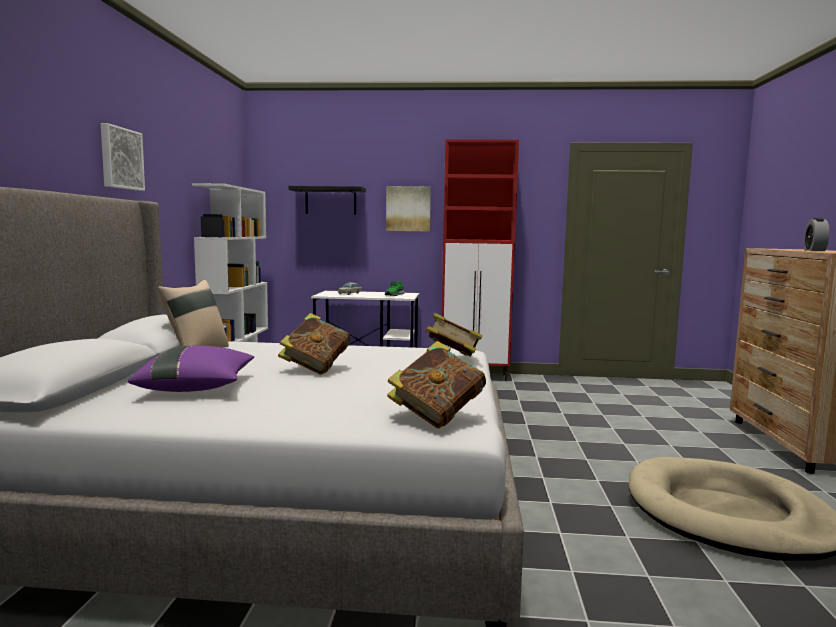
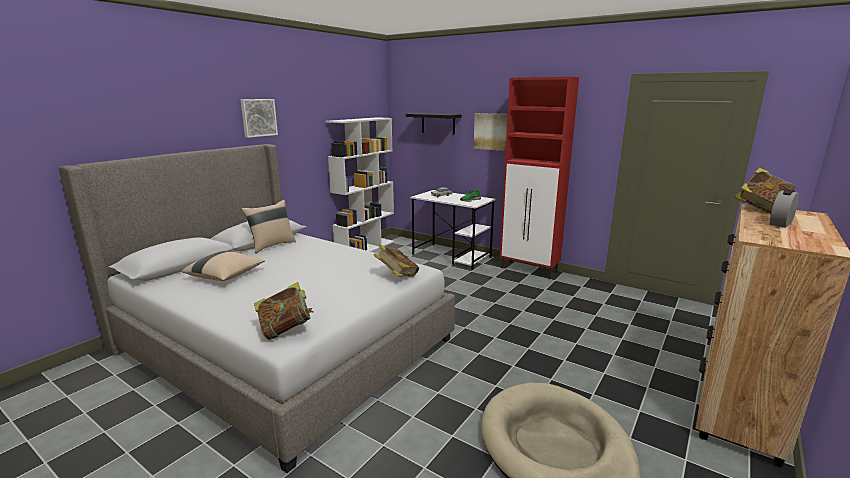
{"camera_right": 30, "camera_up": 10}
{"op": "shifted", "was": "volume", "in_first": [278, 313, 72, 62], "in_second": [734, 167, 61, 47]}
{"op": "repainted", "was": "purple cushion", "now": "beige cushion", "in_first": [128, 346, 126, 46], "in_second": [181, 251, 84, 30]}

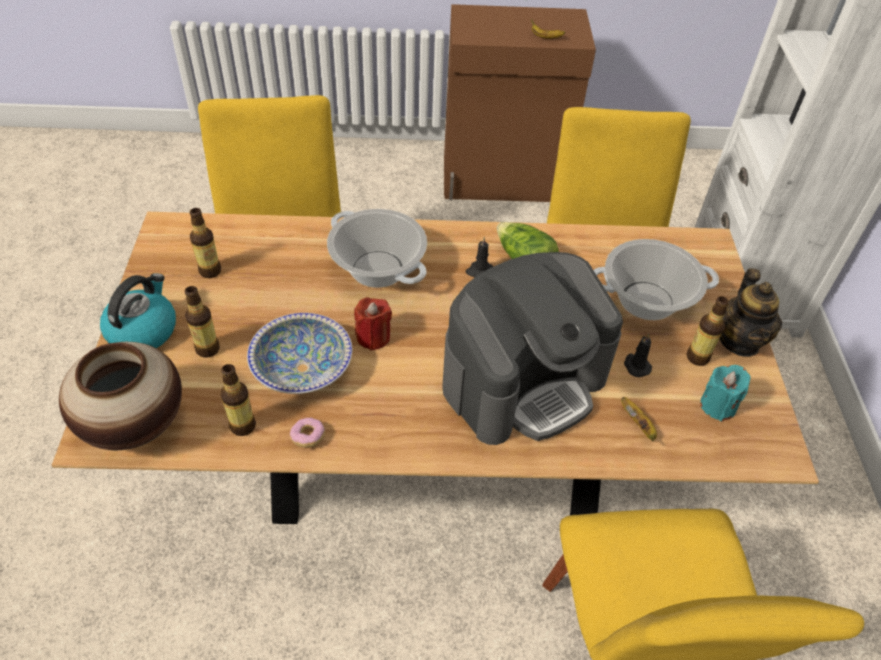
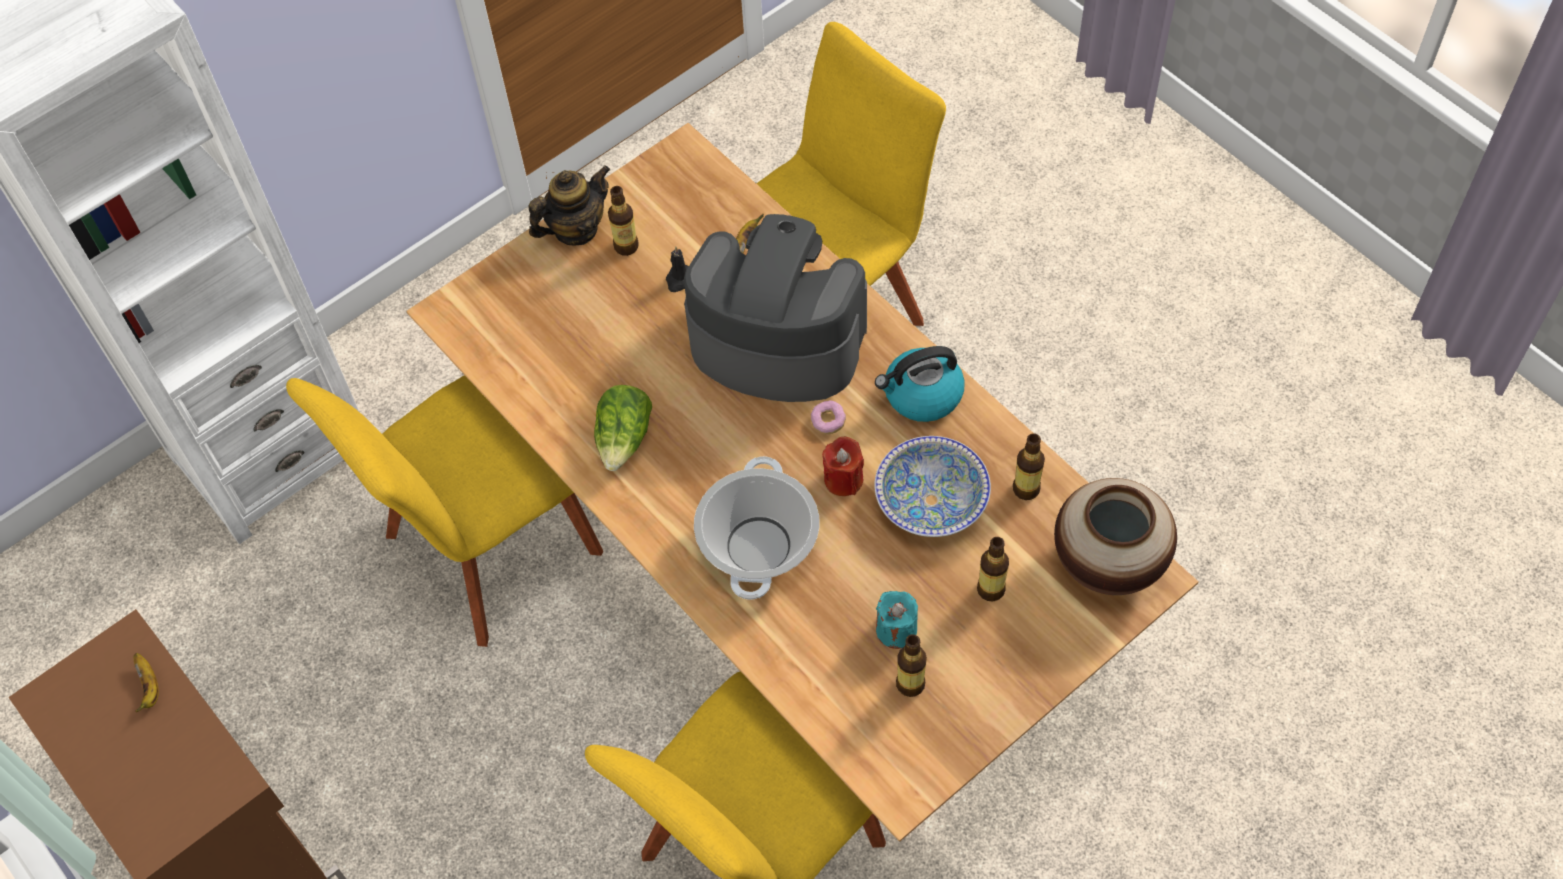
{"camera_right": -125, "camera_up": 10}
{"op": "gone", "was": "black-coloured wax candle", "in_first": [466, 237, 27, 40]}
{"op": "gone", "was": "stockpot", "in_first": [594, 239, 125, 81]}
{"op": "shifted", "was": "tea kettle", "in_first": [100, 273, 76, 75], "in_second": [875, 346, 90, 76]}
{"op": "shifted", "was": "doughnut", "in_first": [290, 418, 35, 30], "in_second": [810, 400, 36, 34]}
{"op": "shifted", "was": "turquoise wax candle", "in_first": [700, 365, 51, 57], "in_second": [876, 591, 42, 58]}

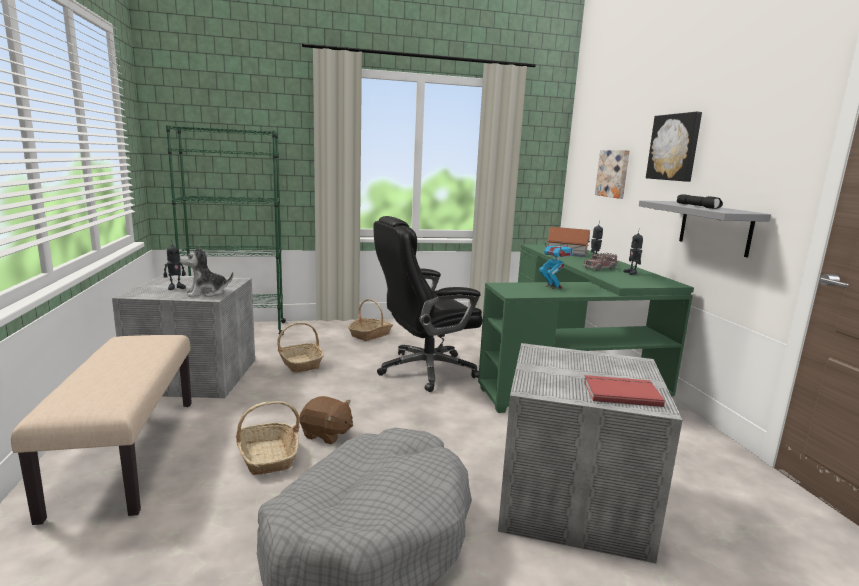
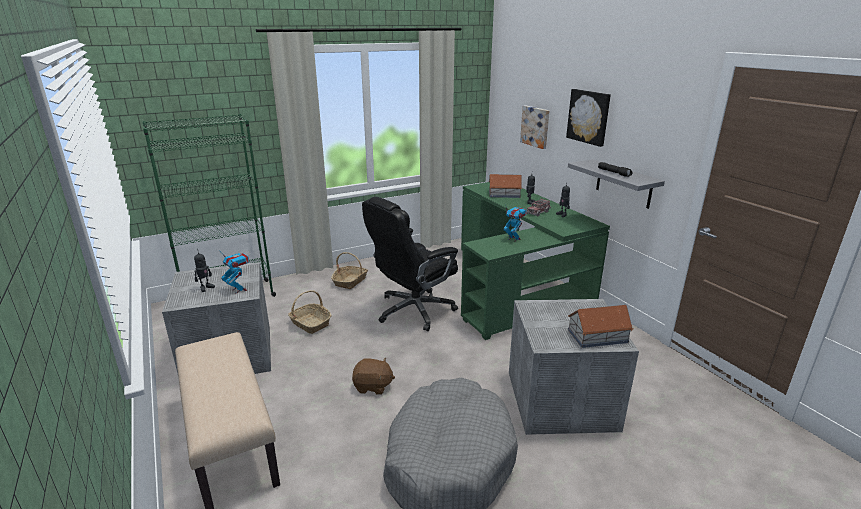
{"camera_right": -15, "camera_up": 10}
{"op": "gone", "was": "storage basket", "in_first": [236, 401, 64, 74]}
{"op": "swapped", "was": "soft toy", "now": "model robot", "in_first": [180, 245, 53, 52], "in_second": [221, 253, 28, 40]}
{"op": "swapped", "was": "red-coloured volume", "now": "model house", "in_first": [584, 375, 81, 32], "in_second": [568, 305, 66, 43]}

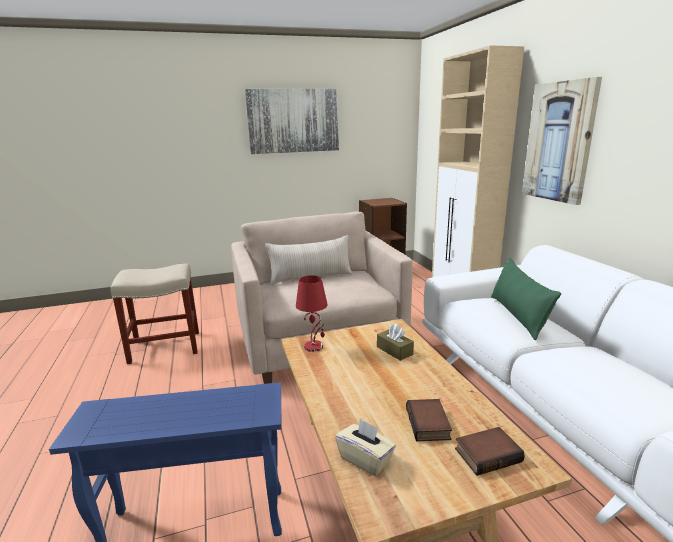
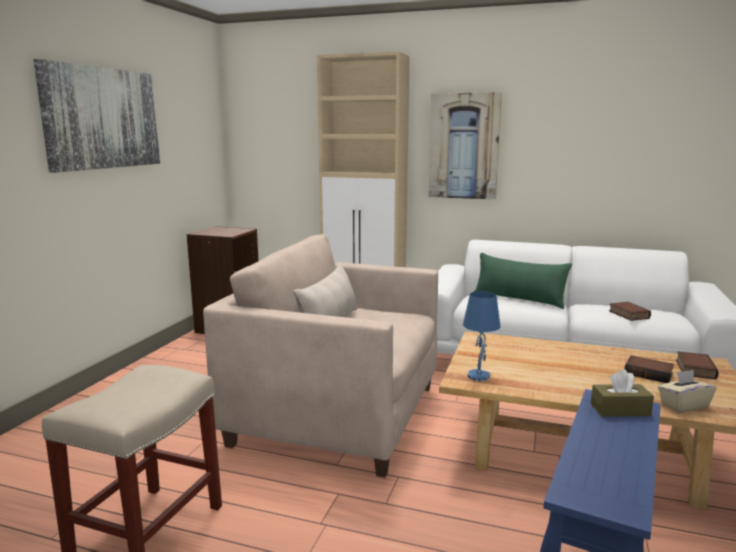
{"camera_right": -55, "camera_up": -5}
{"op": "new", "now": "volume", "in_second": [609, 302, 42, 19]}
{"op": "shifted", "was": "brownish box of tissues", "in_first": [377, 324, 37, 37], "in_second": [591, 369, 63, 48]}
{"op": "repainted", "was": "red-coloured tabletop lamp", "now": "blue tabletop lamp", "in_first": [296, 275, 32, 77], "in_second": [463, 291, 38, 90]}

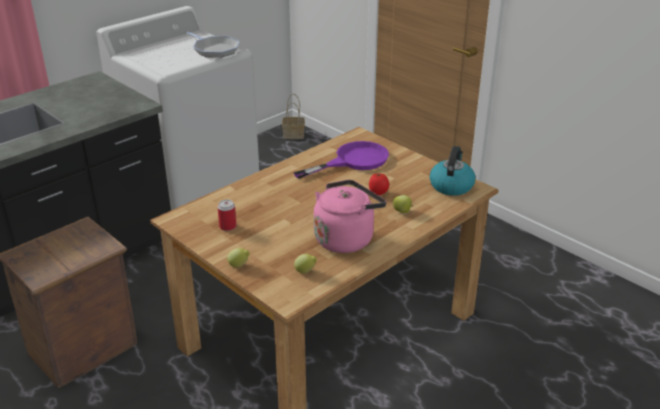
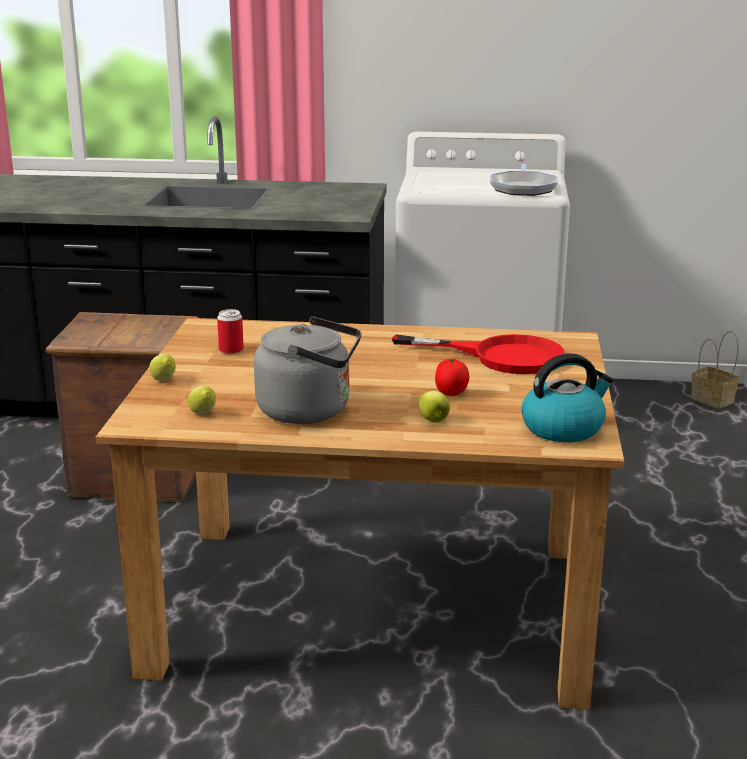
{"camera_right": 50, "camera_up": -10}
{"op": "repainted", "was": "purple skillet", "now": "red-coloured skillet", "in_first": [293, 141, 96, 38], "in_second": [392, 334, 172, 40]}
{"op": "repainted", "was": "pinkish tea kettle", "now": "gray tea kettle", "in_first": [314, 180, 72, 73], "in_second": [254, 317, 108, 107]}

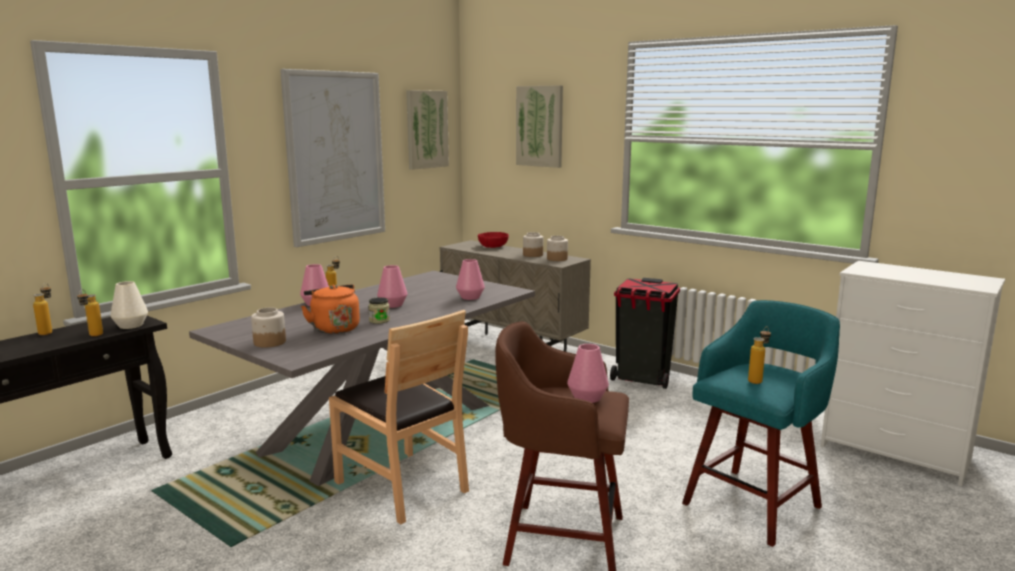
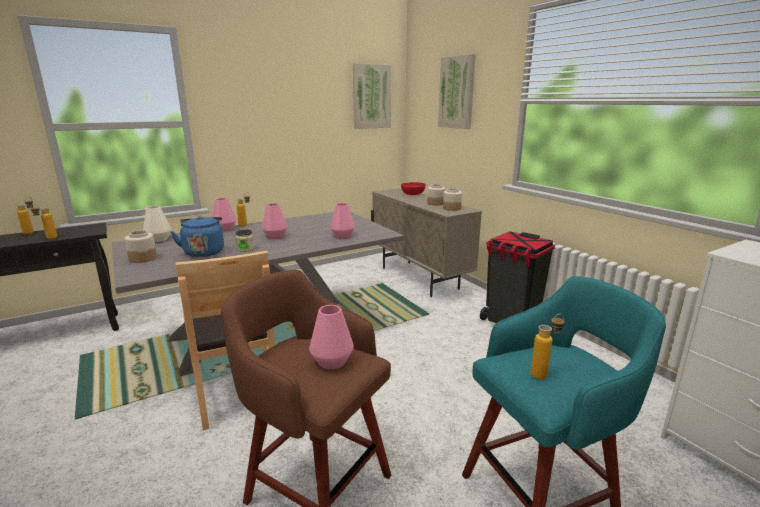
{"camera_right": 20, "camera_up": 5}
{"op": "gone", "was": "picture", "in_first": [280, 69, 105, 178]}
{"op": "shifted", "was": "whitish flower vase", "in_first": [110, 281, 38, 48], "in_second": [143, 206, 28, 36]}
{"op": "repainted", "was": "orange-coloured tea kettle", "now": "blue tea kettle", "in_first": [301, 284, 59, 50], "in_second": [170, 216, 54, 41]}

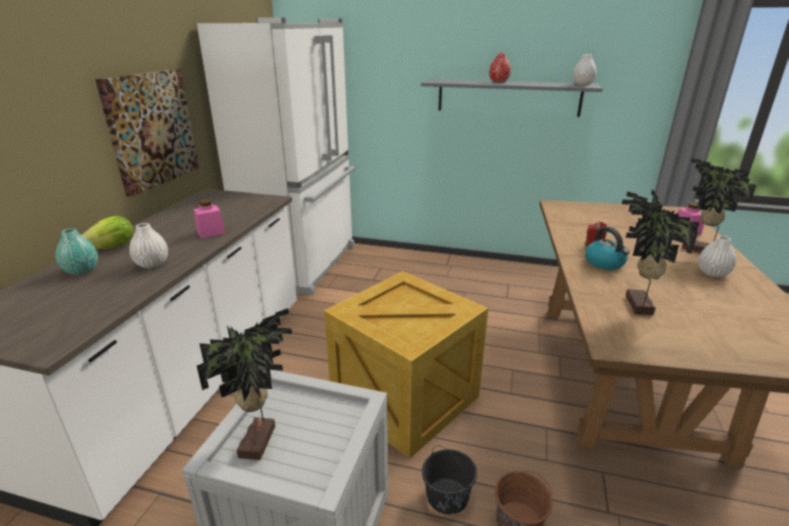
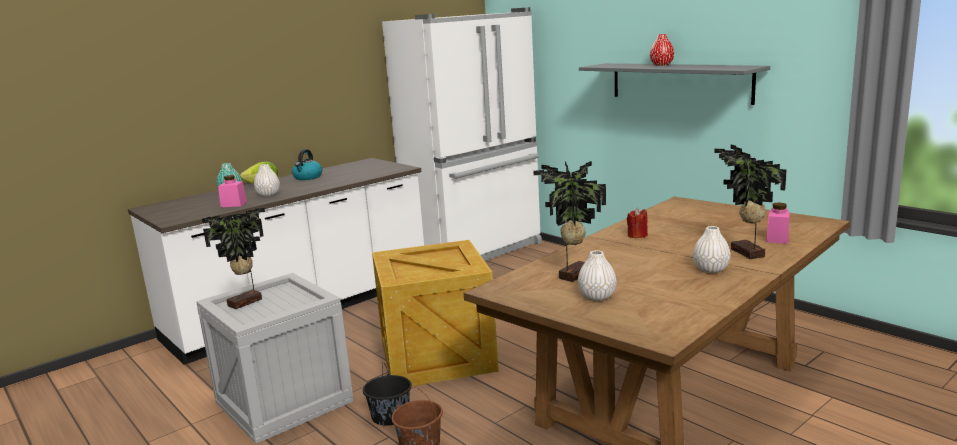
{"camera_right": 35, "camera_up": -10}
{"op": "gone", "was": "picture", "in_first": [95, 69, 104, 128]}
{"op": "shifted", "was": "pinkish storage jar", "in_first": [194, 199, 31, 39], "in_second": [218, 175, 29, 32]}
{"op": "shifted", "was": "whitish flower vase", "in_first": [572, 54, 24, 31], "in_second": [578, 250, 38, 51]}
{"op": "shifted", "was": "tea kettle", "in_first": [585, 227, 45, 43], "in_second": [292, 149, 30, 31]}

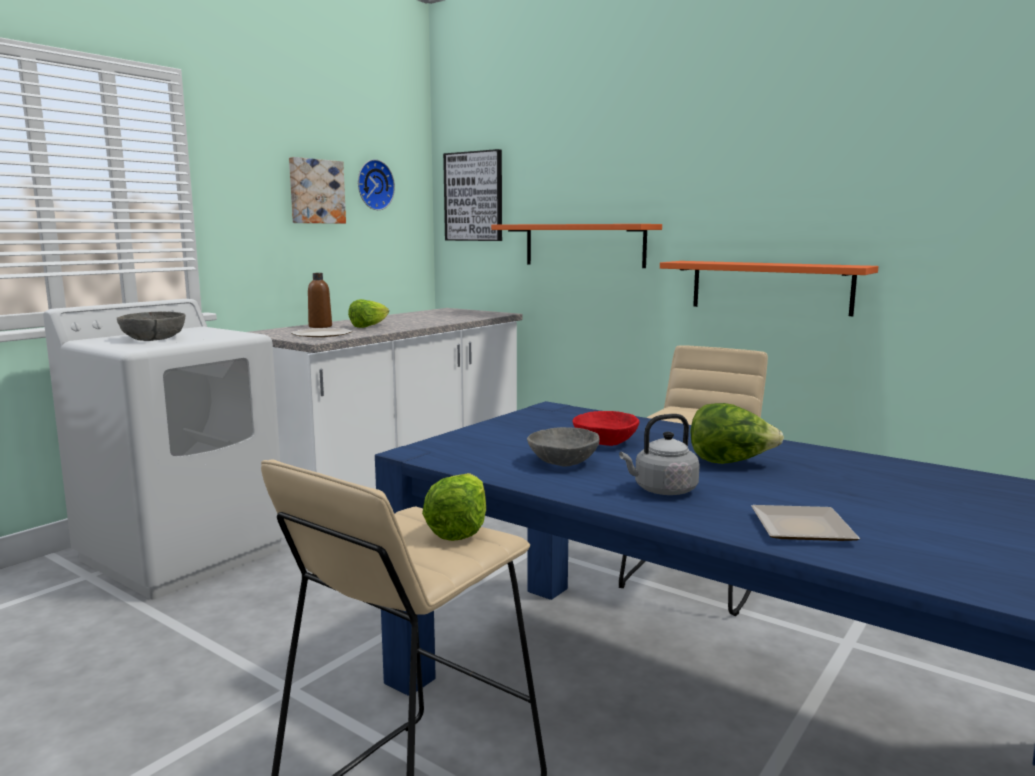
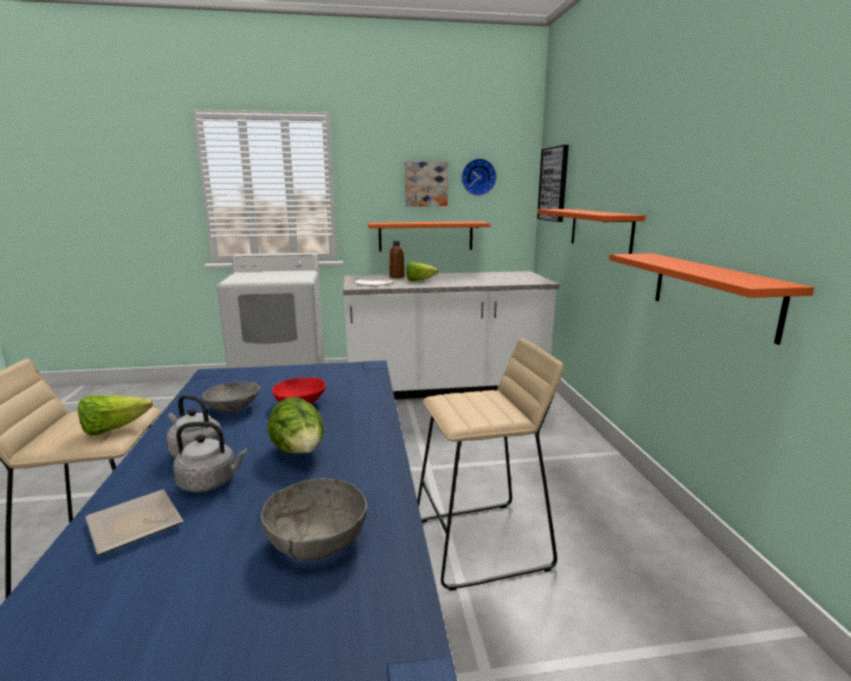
{"camera_right": 45, "camera_up": 5}
{"op": "new", "now": "gray tea kettle", "in_second": [173, 422, 74, 71]}
{"op": "new", "now": "orange-coloured wall shelf", "in_second": [368, 221, 122, 30]}
{"op": "shifted", "was": "gray deep dish", "in_first": [117, 312, 68, 29], "in_second": [261, 478, 106, 82]}

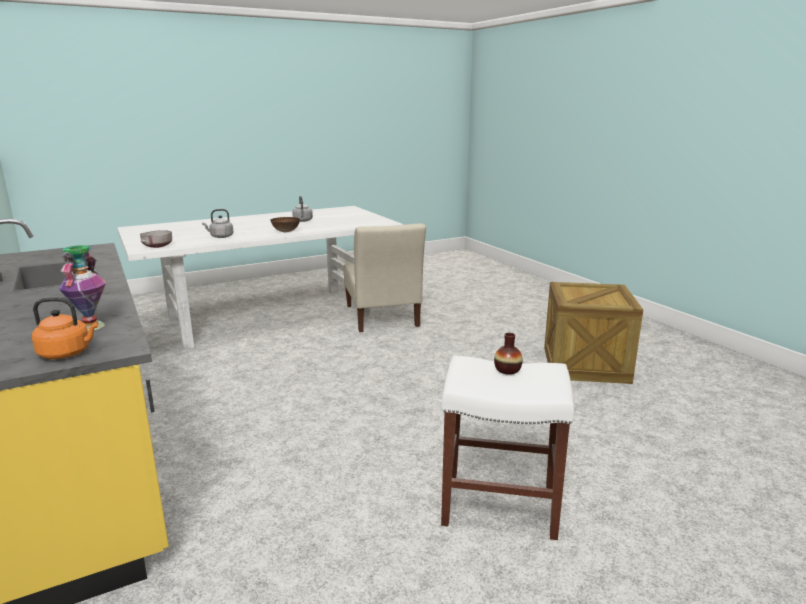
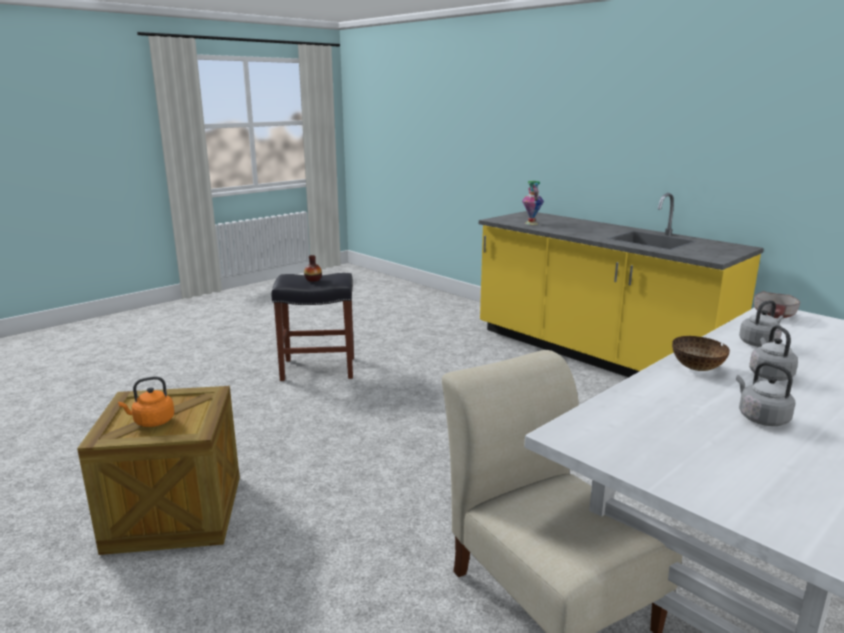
{"camera_right": 165, "camera_up": 0}
{"op": "new", "now": "gray tea kettle", "in_second": [749, 326, 49, 55]}
{"op": "shifted", "was": "orange-coloured tea kettle", "in_first": [31, 297, 67, 62], "in_second": [118, 376, 56, 51]}
{"op": "repainted", "was": "whitish stool", "now": "black-coloured stool", "in_first": [441, 355, 133, 185], "in_second": [272, 273, 82, 108]}

